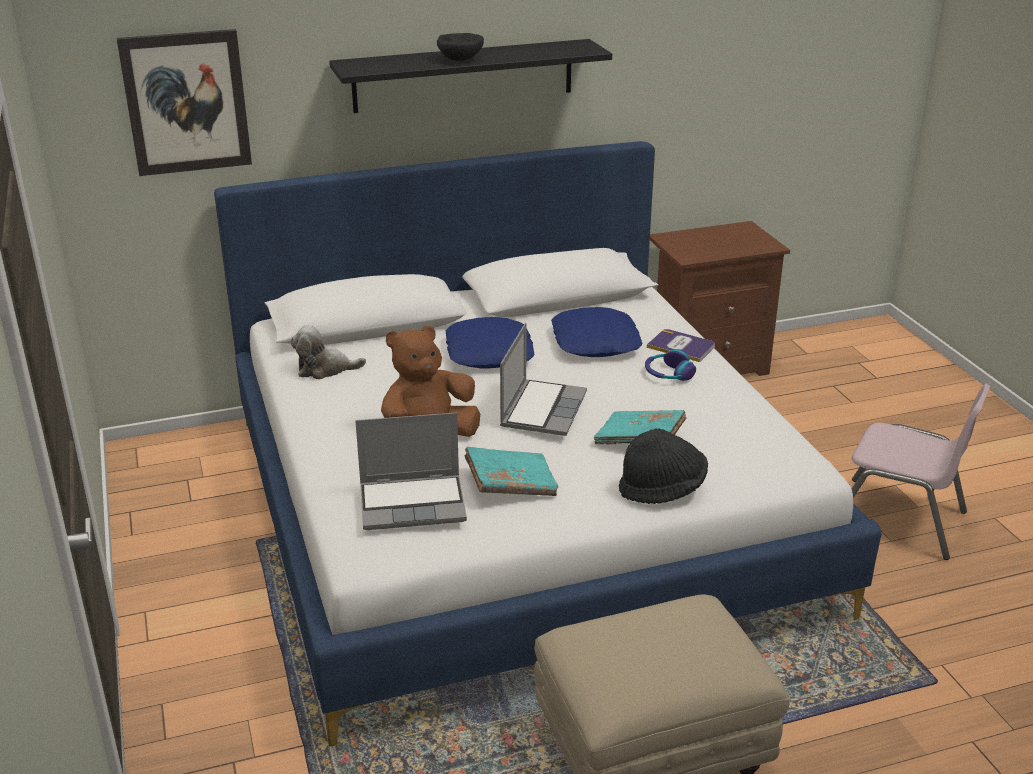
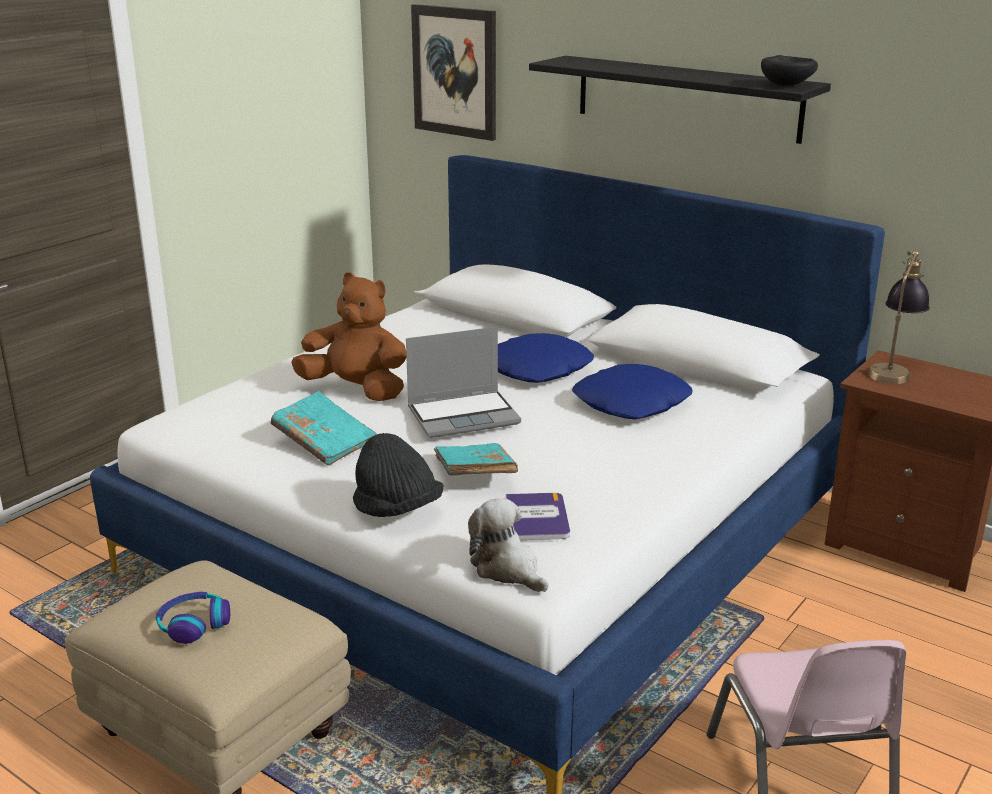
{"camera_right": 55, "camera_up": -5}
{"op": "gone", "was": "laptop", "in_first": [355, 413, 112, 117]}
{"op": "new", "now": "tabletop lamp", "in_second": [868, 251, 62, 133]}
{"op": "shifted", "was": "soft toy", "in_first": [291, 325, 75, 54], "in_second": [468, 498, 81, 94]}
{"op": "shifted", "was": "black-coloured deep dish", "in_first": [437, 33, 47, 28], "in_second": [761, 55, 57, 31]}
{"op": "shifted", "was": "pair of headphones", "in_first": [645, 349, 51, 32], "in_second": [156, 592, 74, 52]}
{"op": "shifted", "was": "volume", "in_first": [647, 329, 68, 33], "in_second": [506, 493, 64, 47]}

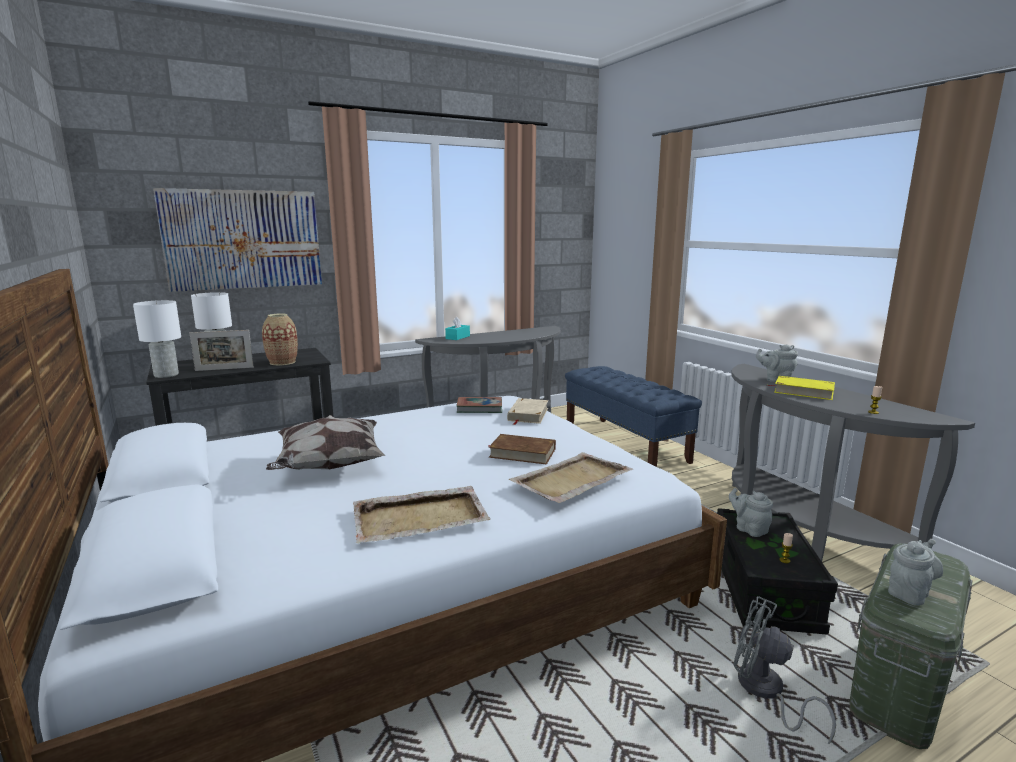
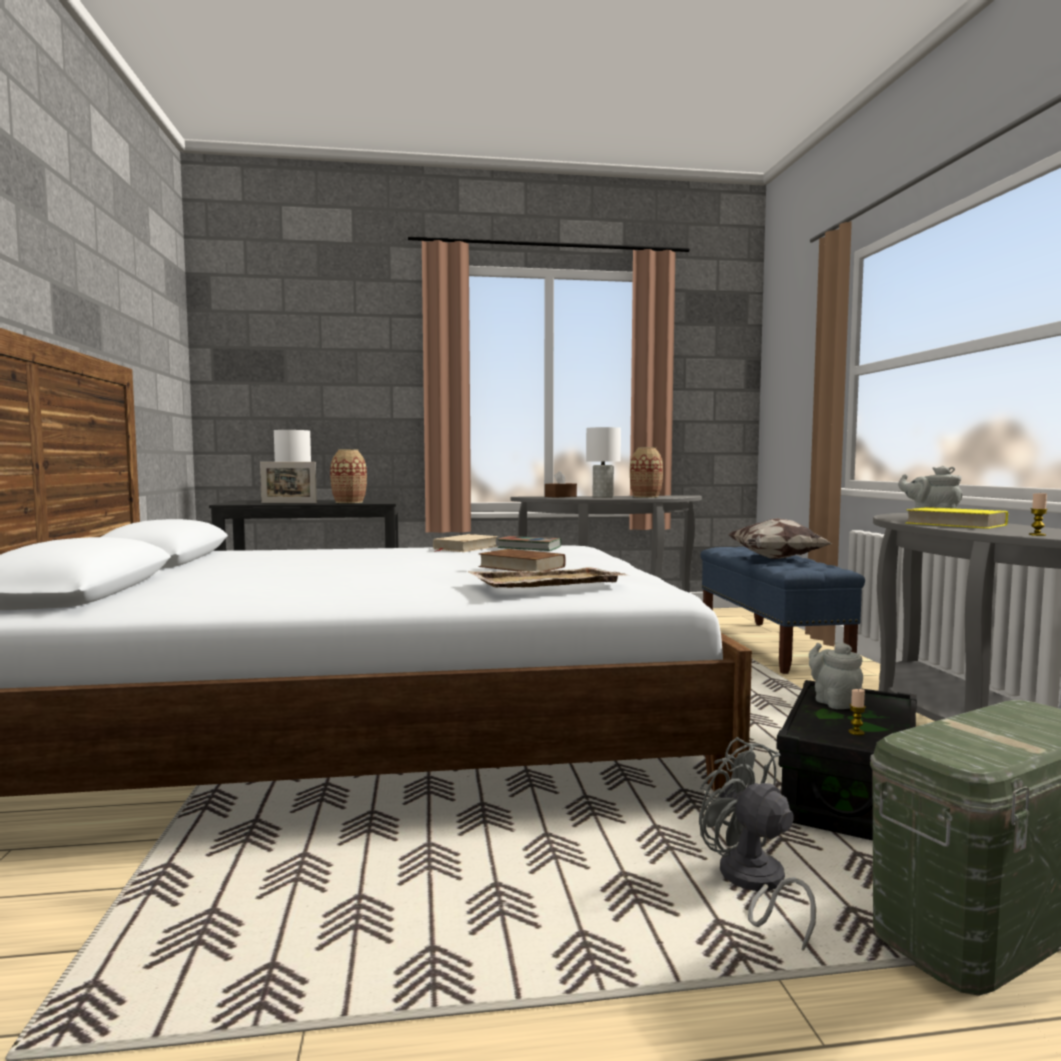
{"camera_right": 20, "camera_up": -10}
{"op": "gone", "was": "picture", "in_first": [153, 188, 169, 104]}
{"op": "gone", "was": "beige carrying tray", "in_first": [353, 486, 137, 58]}
{"op": "gone", "was": "gray pot for tea", "in_first": [888, 539, 55, 67]}
{"op": "new", "now": "flower vase", "in_second": [630, 447, 33, 51]}
{"op": "shifted", "was": "whitish tabletop lamp", "in_first": [133, 300, 48, 78], "in_second": [586, 427, 35, 71]}
{"op": "shifted", "was": "cushion", "in_first": [266, 415, 119, 55], "in_second": [727, 518, 105, 41]}
{"op": "shifted", "was": "beige volume", "in_first": [507, 398, 41, 27], "in_second": [433, 534, 65, 18]}
{"op": "repainted", "was": "turquoise box of tissues", "now": "brownish box of tissues", "in_first": [445, 317, 25, 23], "in_second": [545, 471, 32, 27]}

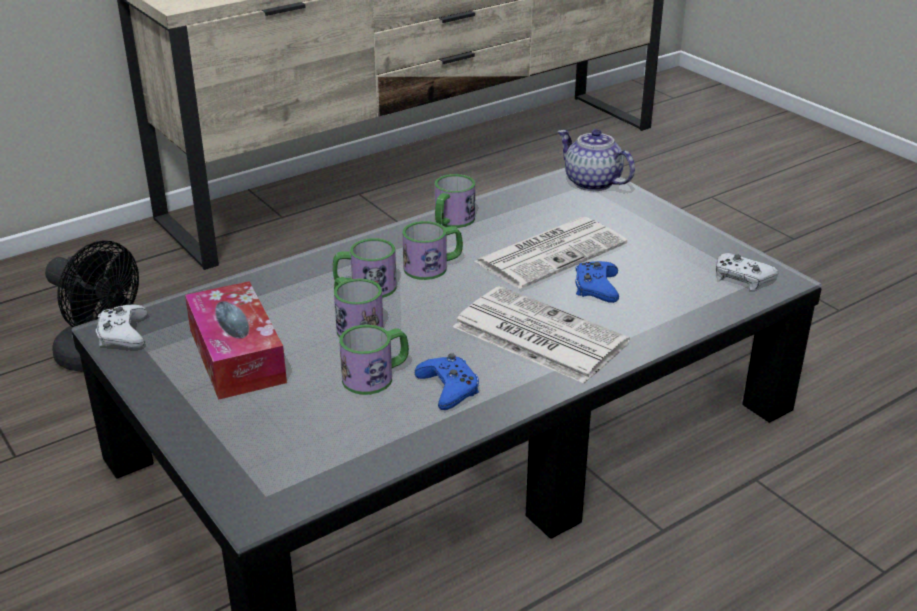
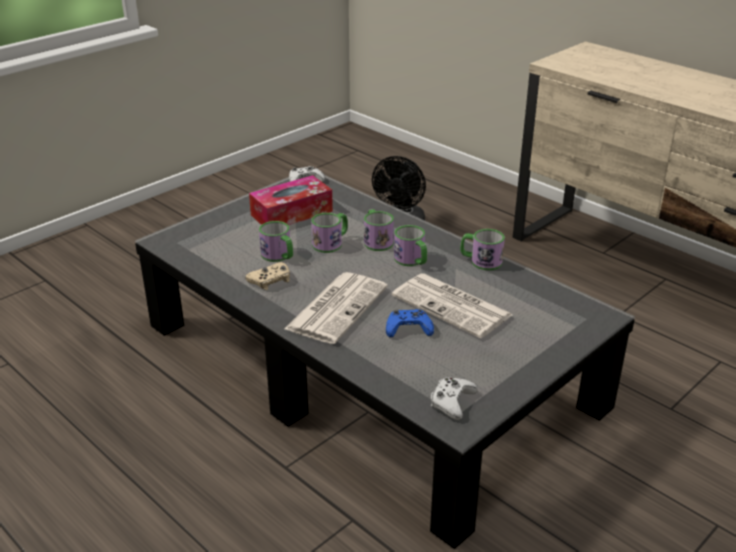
{"camera_right": 80, "camera_up": 0}
{"op": "gone", "was": "pot for tea", "in_first": [558, 129, 77, 62]}
{"op": "repainted", "was": "blue joypad", "now": "beige joypad", "in_first": [415, 353, 64, 57], "in_second": [245, 262, 45, 28]}

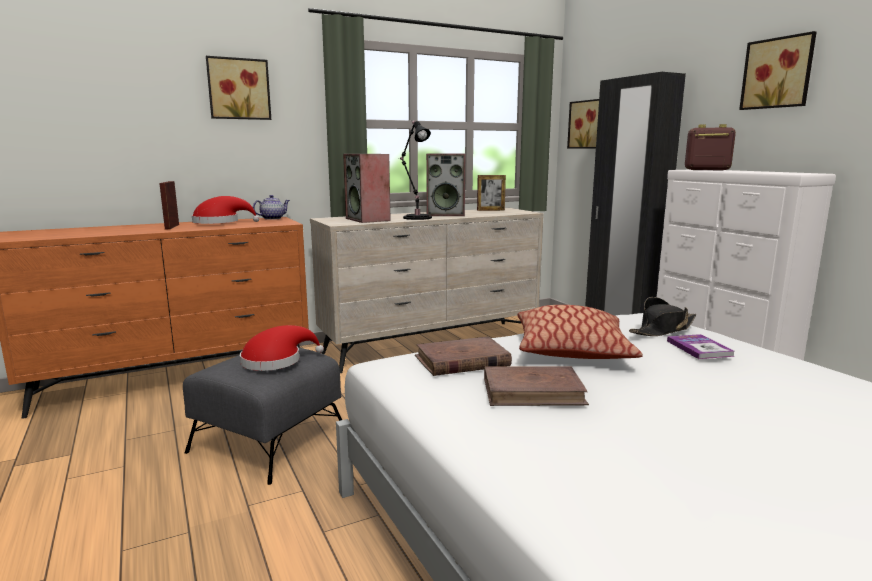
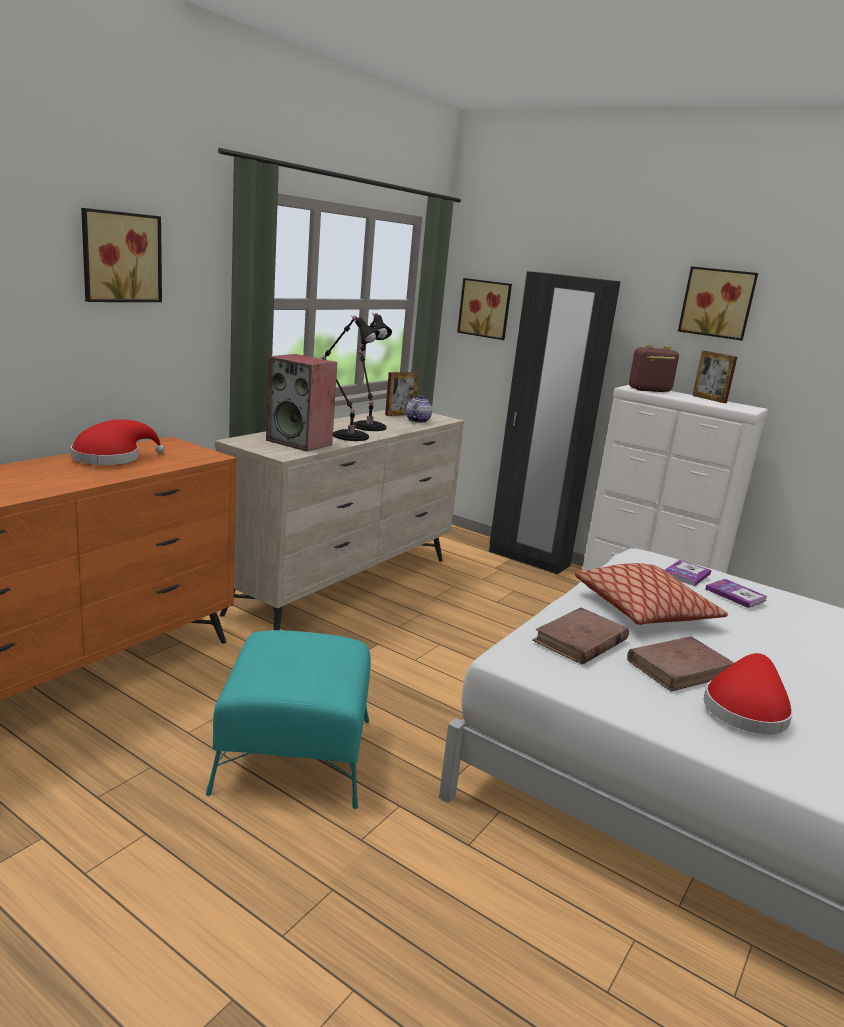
{"camera_right": -30, "camera_up": 5}
{"op": "shifted", "was": "picture frame", "in_first": [159, 181, 20, 48], "in_second": [693, 351, 44, 52]}
{"op": "shifted", "was": "red-coloured clothing hat", "in_first": [240, 325, 84, 46], "in_second": [703, 653, 90, 81]}
{"op": "shifted", "was": "pot for tea", "in_first": [253, 195, 37, 25], "in_second": [406, 395, 26, 28]}
{"op": "swapped", "was": "loudspeaker", "now": "black-coloured tabletop lamp", "in_first": [426, 153, 39, 63], "in_second": [353, 313, 39, 118]}
{"op": "swapped", "was": "black-coloured clothing hat", "now": "volume", "in_first": [629, 297, 68, 39], "in_second": [665, 560, 46, 26]}
{"op": "repainted", "was": "gray pouffe", "now": "turquoise pouffe", "in_first": [183, 347, 159, 138], "in_second": [206, 630, 165, 179]}

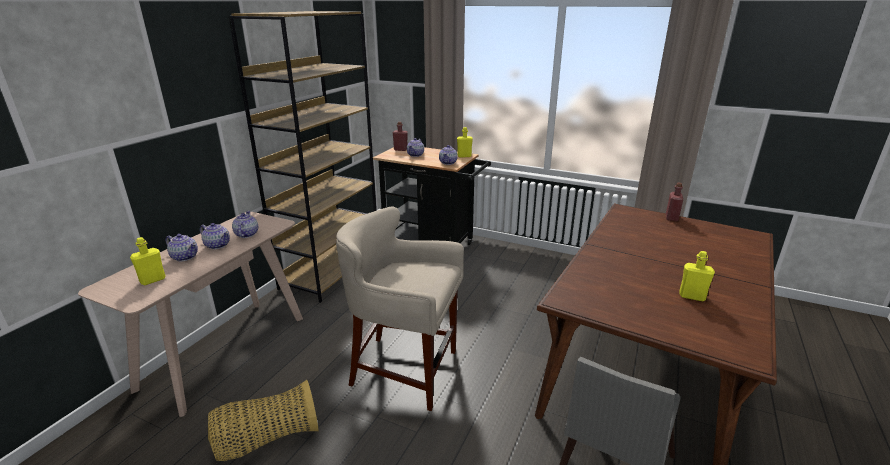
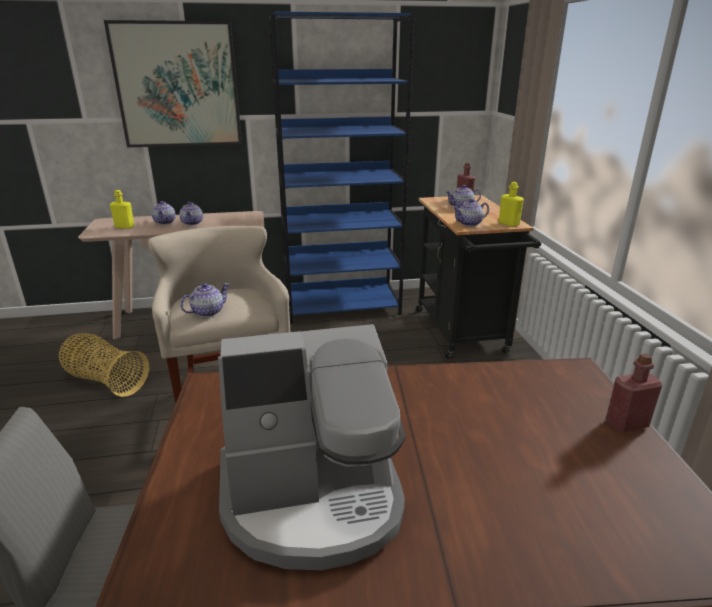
{"camera_right": 55, "camera_up": 0}
{"op": "new", "now": "picture", "in_second": [104, 20, 138, 127]}
{"op": "shifted", "was": "pot for tea", "in_first": [232, 211, 26, 27], "in_second": [180, 283, 49, 34]}
{"op": "swapped", "was": "yellow-coloured bottle", "now": "coffee maker", "in_first": [679, 251, 36, 50], "in_second": [218, 324, 187, 246]}
{"op": "repainted", "was": "brownish bookcase", "now": "blue bookcase", "in_first": [228, 11, 148, 292], "in_second": [269, 11, 145, 313]}

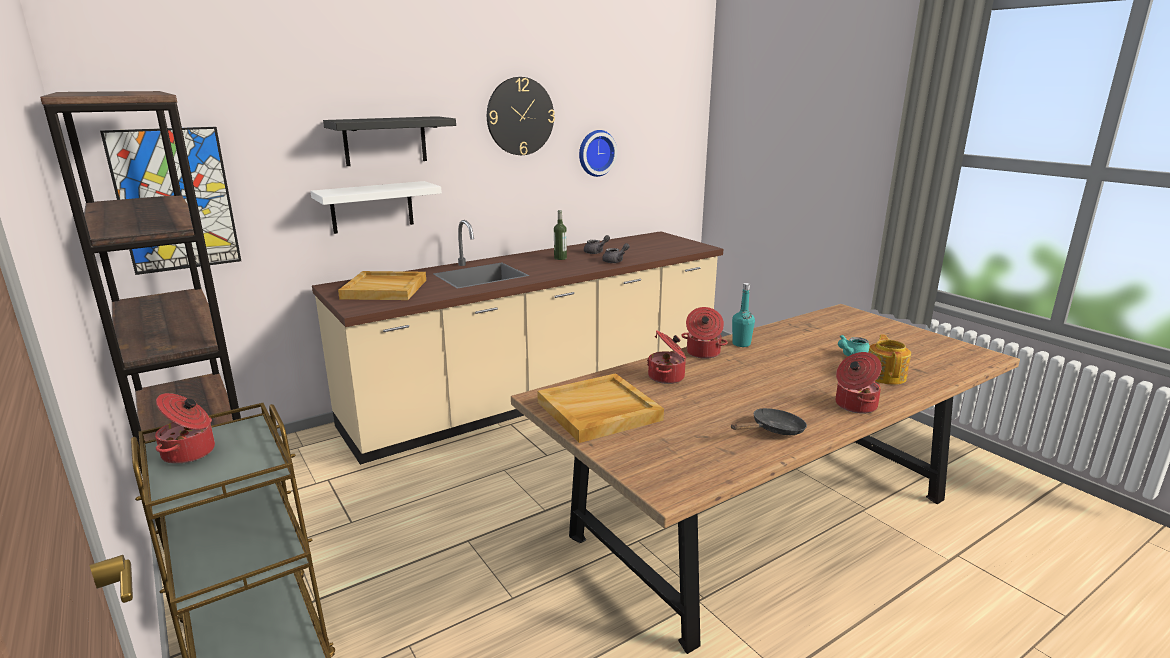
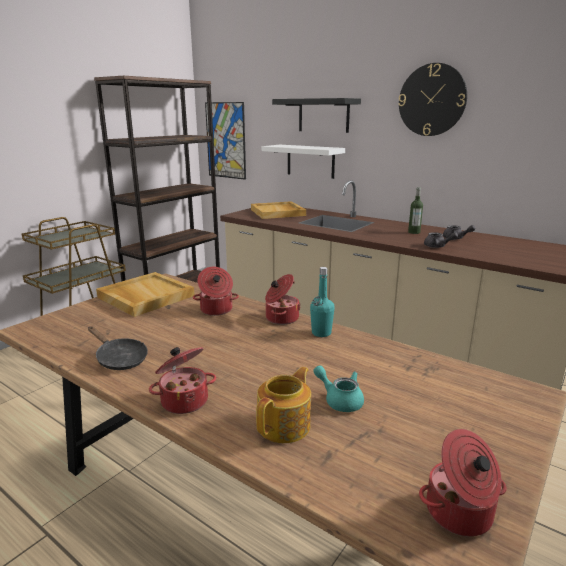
{"camera_right": 70, "camera_up": 0}
{"op": "gone", "was": "clock on the wall", "in_first": [579, 130, 38, 47]}
{"op": "shifted", "was": "stockpot", "in_first": [155, 393, 60, 71], "in_second": [419, 429, 88, 108]}
{"op": "rotated", "was": "pot for tea", "in_first": [868, 334, 43, 51], "in_second": [256, 367, 55, 76], "clockwise": -45}

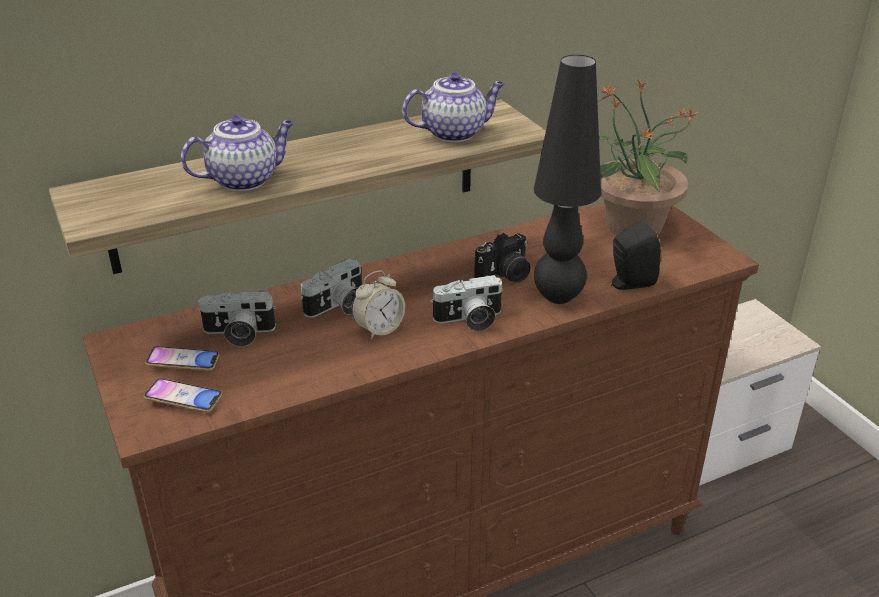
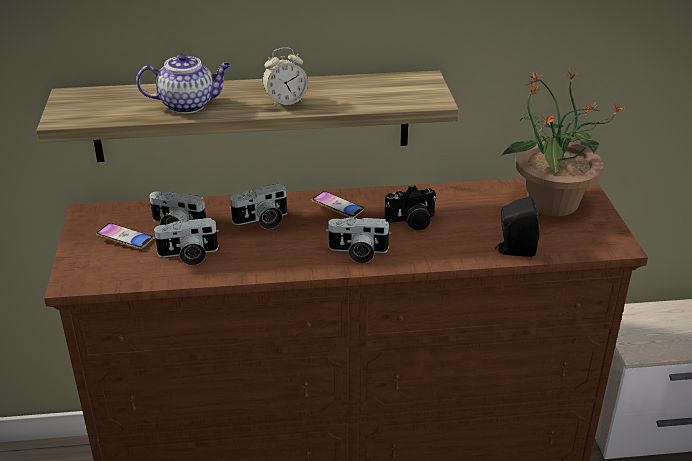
{"camera_right": 20, "camera_up": 0}
{"op": "gone", "was": "pot for tea", "in_first": [402, 72, 103, 70]}
{"op": "gone", "was": "black-coloured tabletop lamp", "in_first": [534, 55, 67, 249]}
{"op": "new", "now": "still camera", "in_second": [153, 218, 66, 47]}
{"op": "shifted", "was": "telephone", "in_first": [144, 378, 78, 34], "in_second": [312, 191, 52, 27]}
{"op": "shifted", "was": "alarm clock", "in_first": [352, 270, 53, 70], "in_second": [262, 47, 46, 60]}

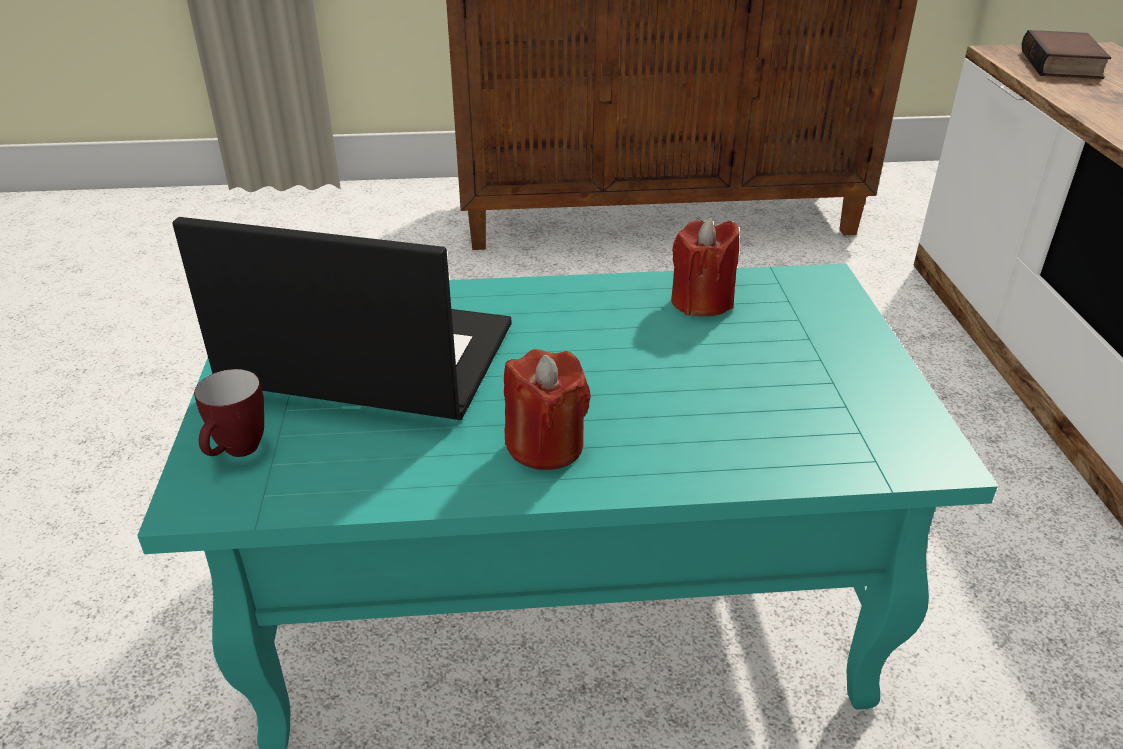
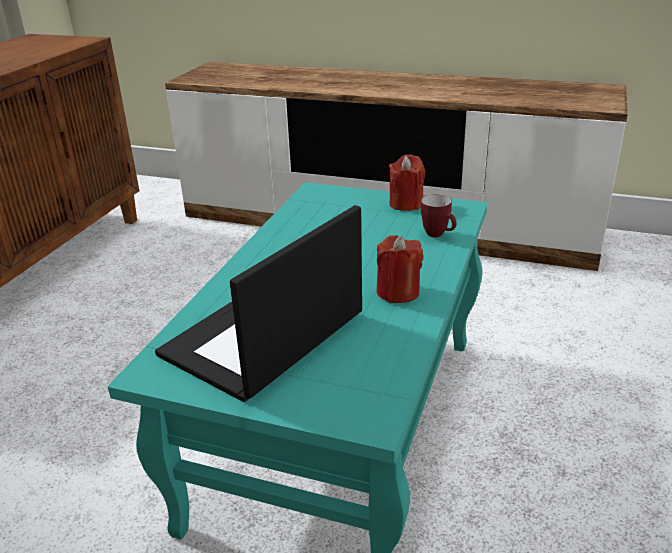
{"camera_right": -65, "camera_up": -5}
{"op": "gone", "was": "volume", "in_first": [1022, 30, 89, 49]}
{"op": "shifted", "was": "mug", "in_first": [194, 369, 70, 88], "in_second": [421, 194, 36, 43]}
{"op": "shifted", "was": "red-coloured wax candle", "in_first": [671, 218, 68, 98], "in_second": [389, 154, 36, 57]}

